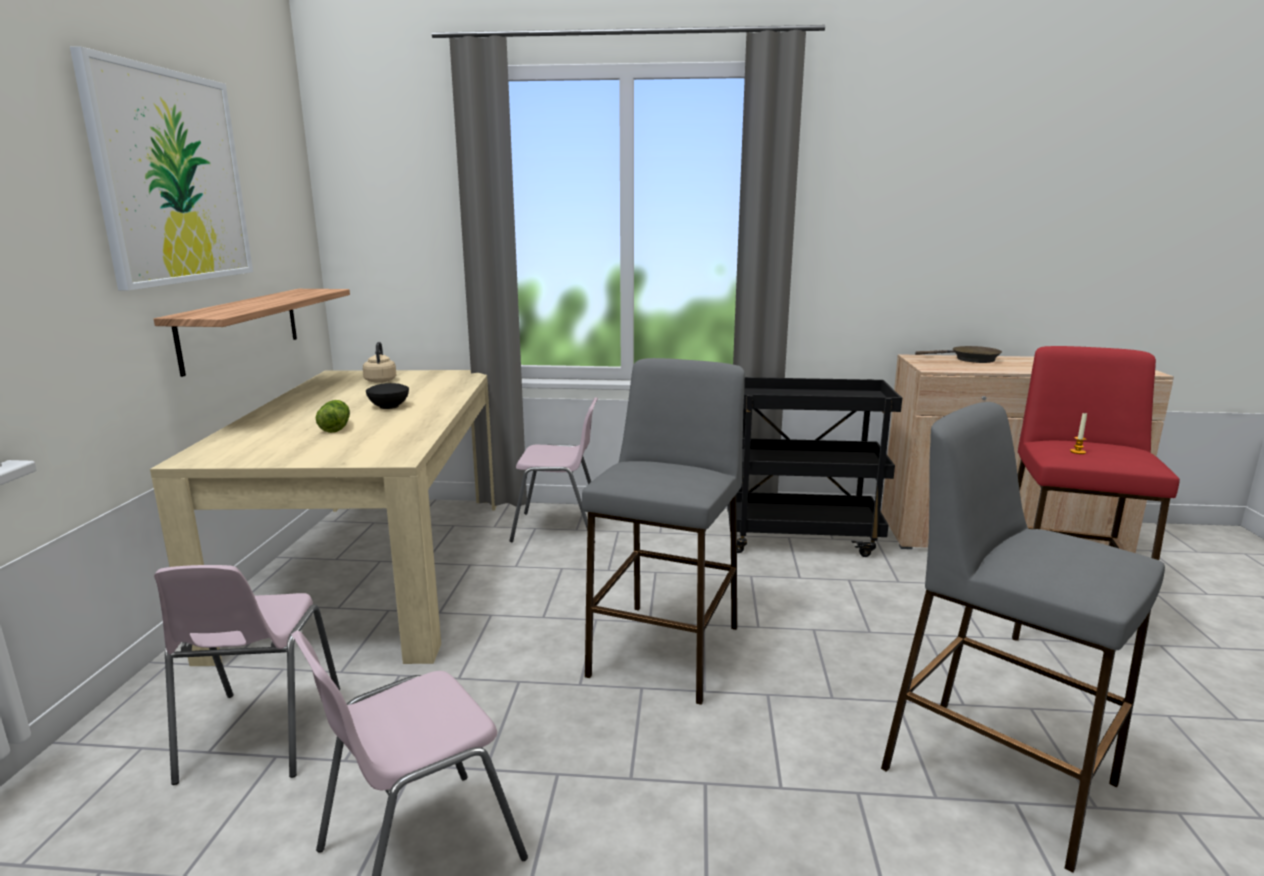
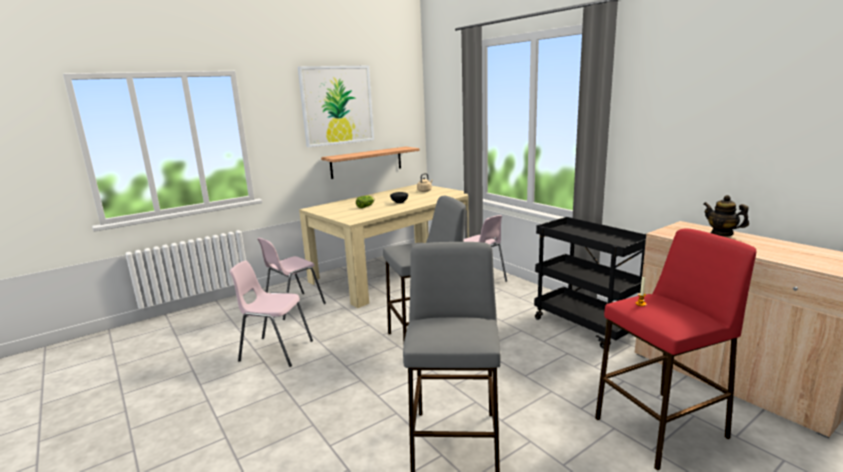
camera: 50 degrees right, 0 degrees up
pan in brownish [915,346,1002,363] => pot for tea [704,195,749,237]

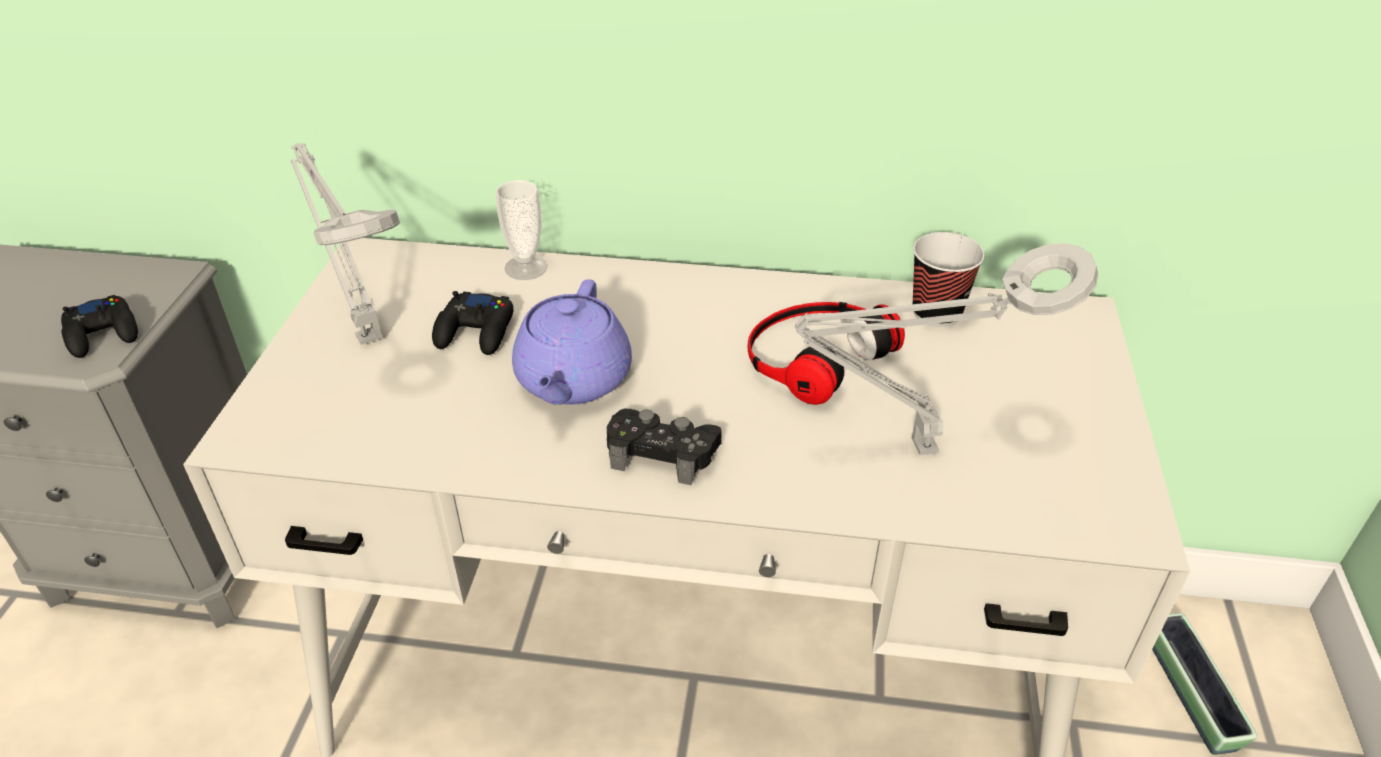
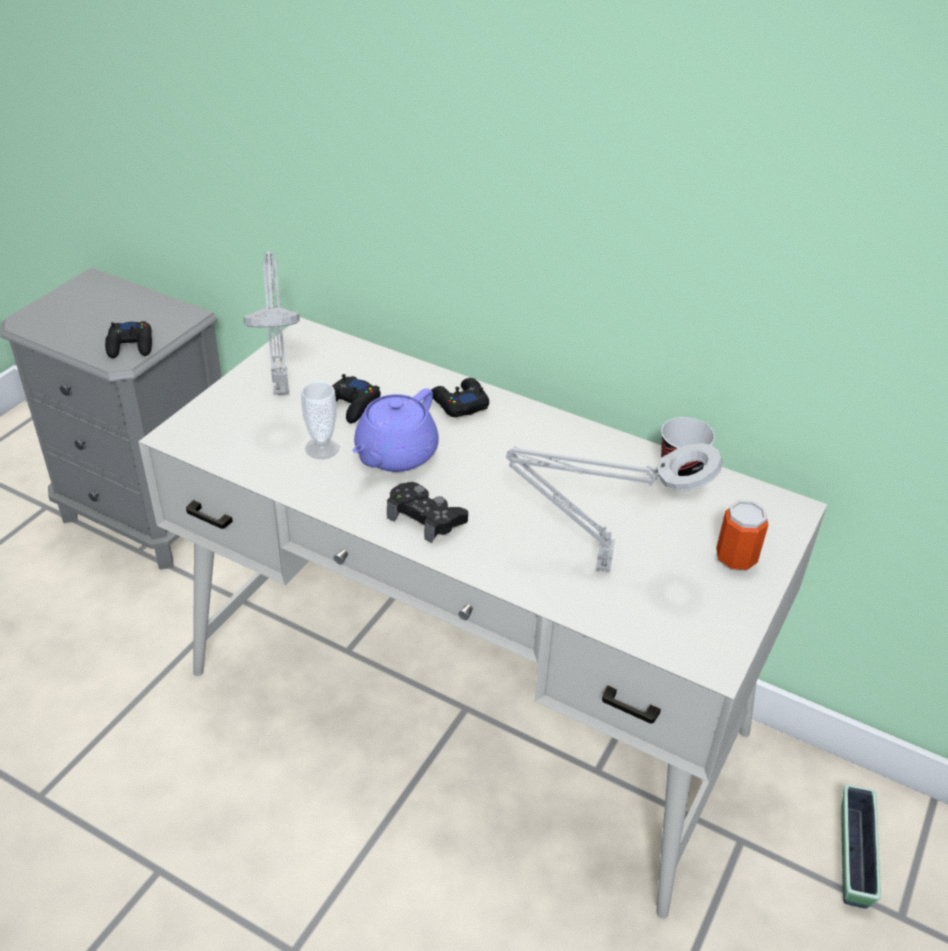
camera: 20 degrees right, 0 degrees up
headset [747,302,905,405] => nothing
nothing => gamepad in black-coloured [431,378,489,417]
nothing => sealed can [716,500,768,571]
small cup [495,180,548,280] => small cup [301,381,340,459], relocated

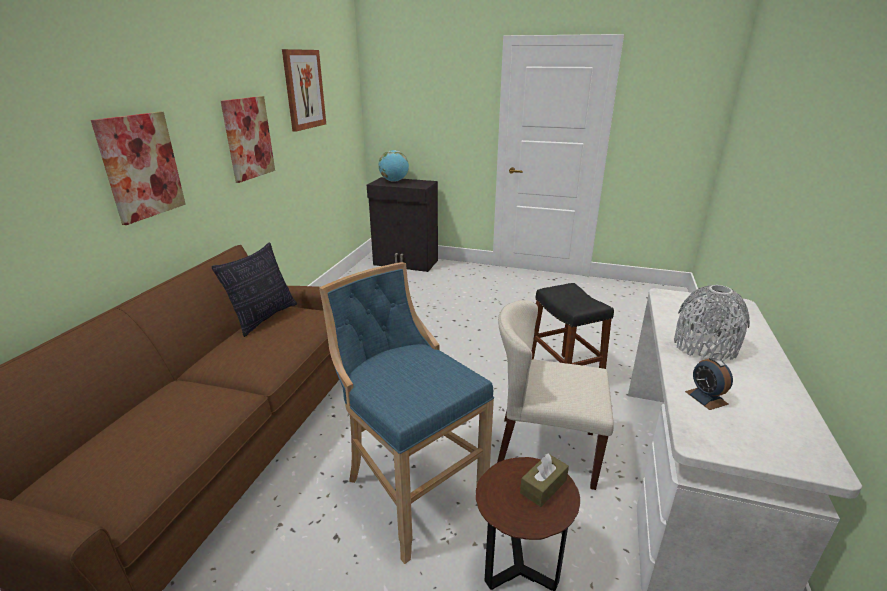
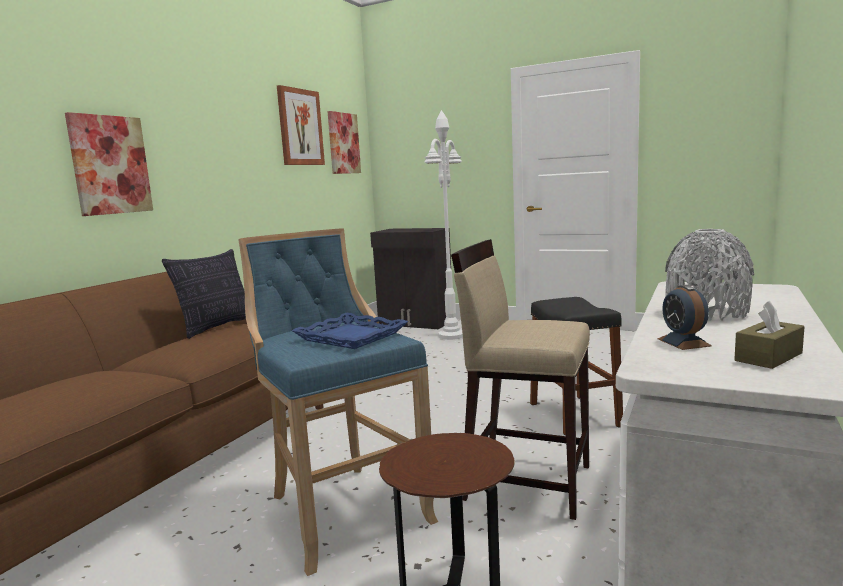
camera: 10 degrees right, 15 degrees down
globe [378,150,409,182] => nothing
nothing => tray in blue [292,313,408,349]
nothing => standing lamp in white-coloured [424,110,463,340]
wall picture [221,96,275,183] => wall picture [327,111,361,174], relocated
tissue box in brownish [520,453,569,507] => tissue box in brownish [734,301,805,369], relocated
plain chair in beige-coloured [497,300,614,490] => stool in beige-coloured [451,239,590,520]

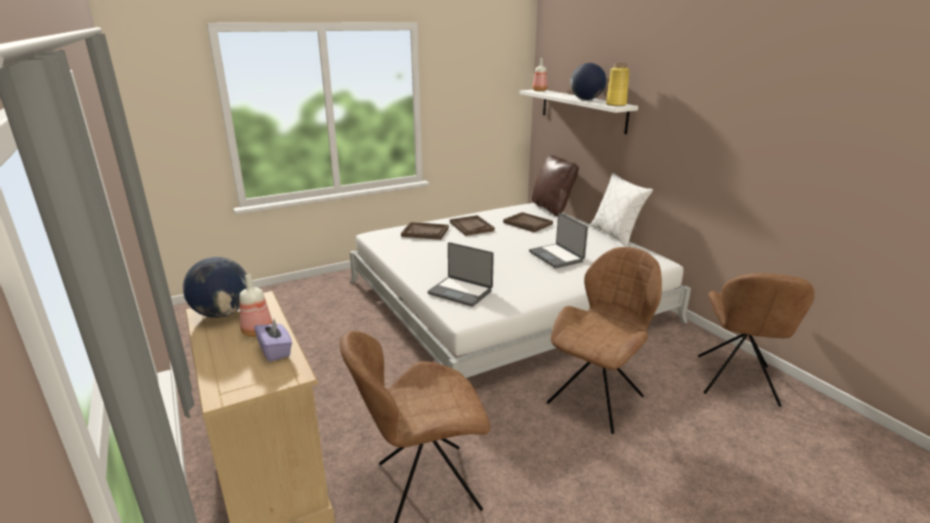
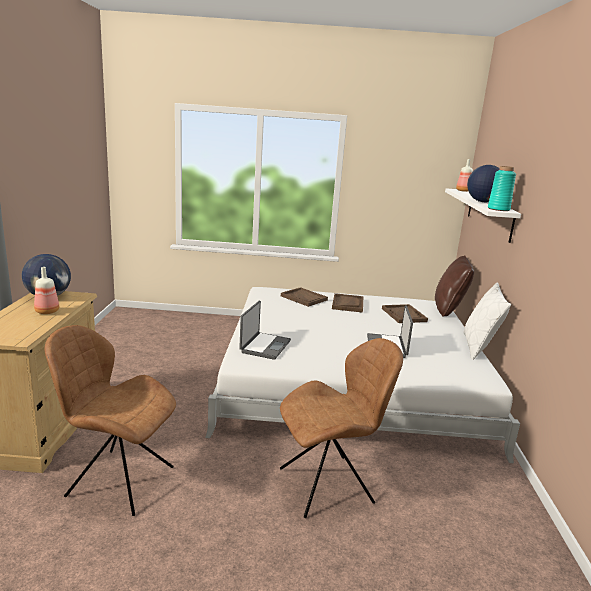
camera: 30 degrees right, 5 degrees down
tissue box in purple-coloured [254,319,292,362] => nothing
plain chair in brownish [698,273,815,407] => nothing
decorative vase in yellow [606,63,630,106] => decorative vase in turquoise [488,166,516,211]
notebook computer [427,242,494,307] => notebook computer [239,301,291,360], 135 degrees counterclockwise

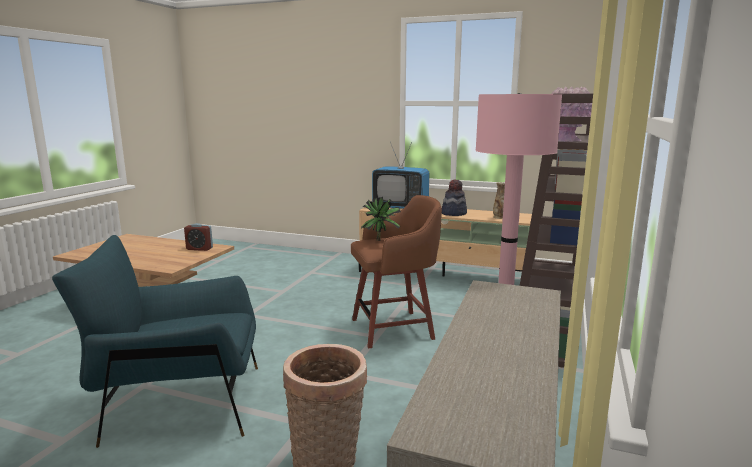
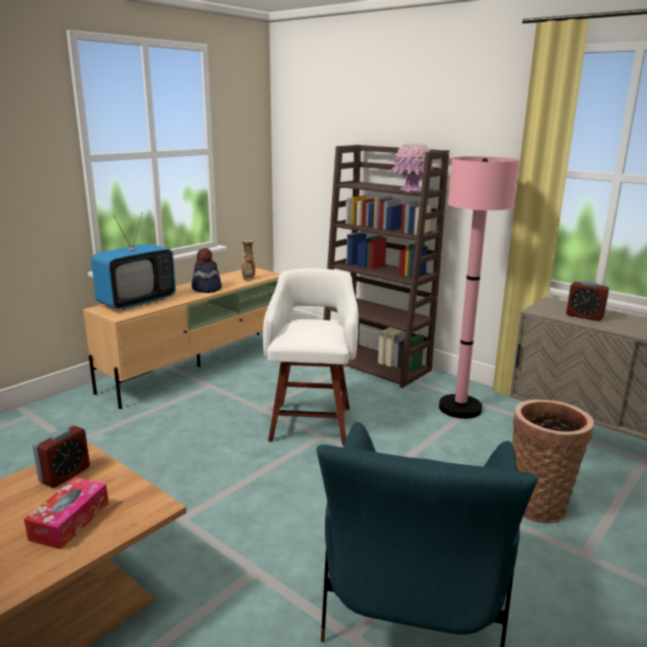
camera: 70 degrees left, 5 degrees up
potted plant [361,197,401,241] => nothing
nothing => tissue box [24,477,109,549]
nothing => alarm clock [566,281,609,321]
stool in brownish [351,195,442,348] => stool in white-coloured [263,268,358,446]

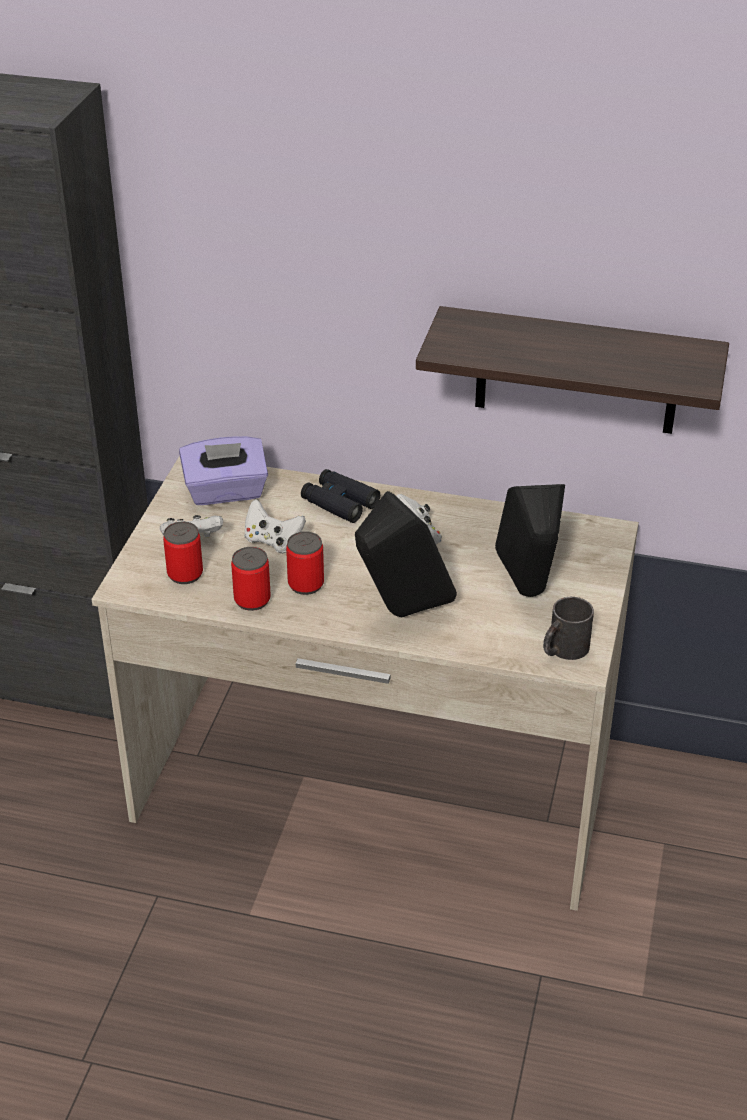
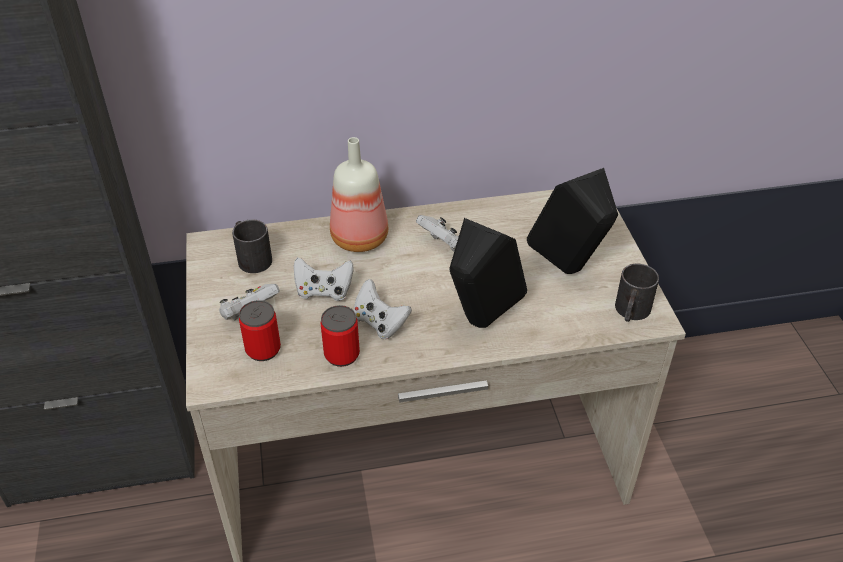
camera: 25 degrees left, 5 degrees up
wall shelf [416,306,729,434] => nothing
tissue box in purple-coloured [179,436,268,505] => coffee mug in black-coloured [232,219,272,273]
sealed can [286,531,324,595] => gamepad in white-coloured [353,279,412,339]
pair of binoculars in black-coloured [301,469,380,523] => drink bottle [330,137,388,252]

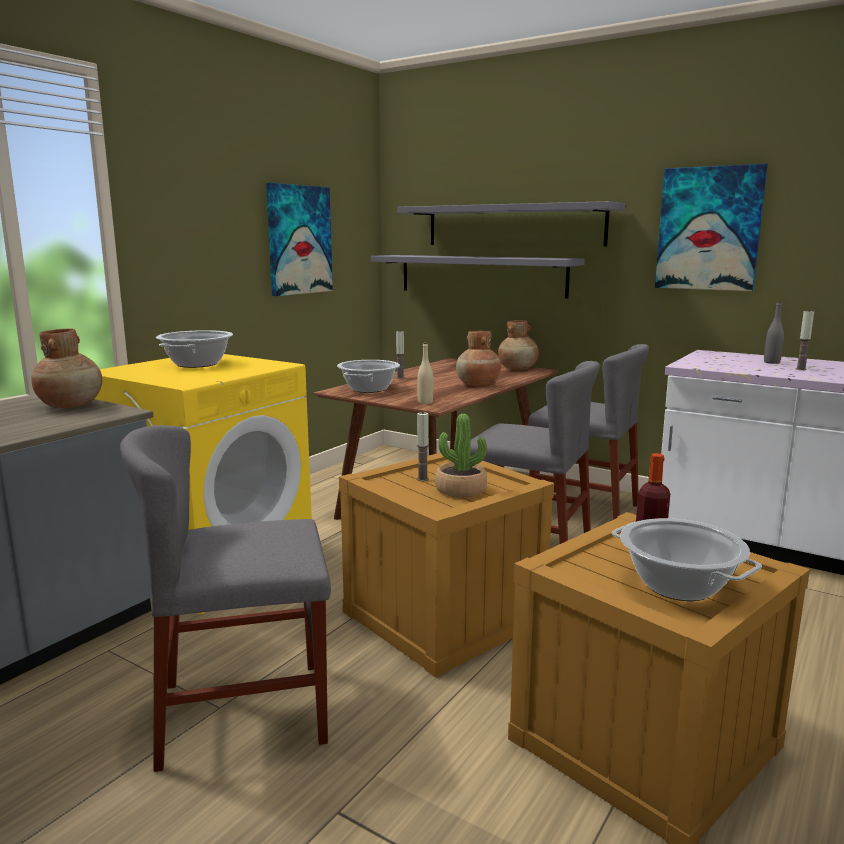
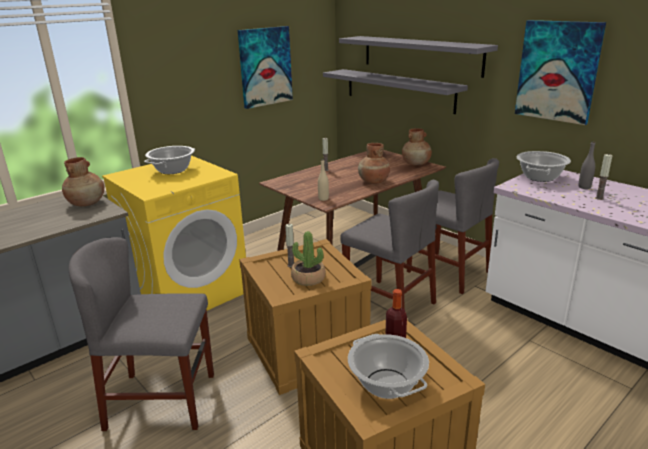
camera: 15 degrees right, 10 degrees up
cooking pot [337,360,400,393] => cooking pot [516,151,571,182], relocated

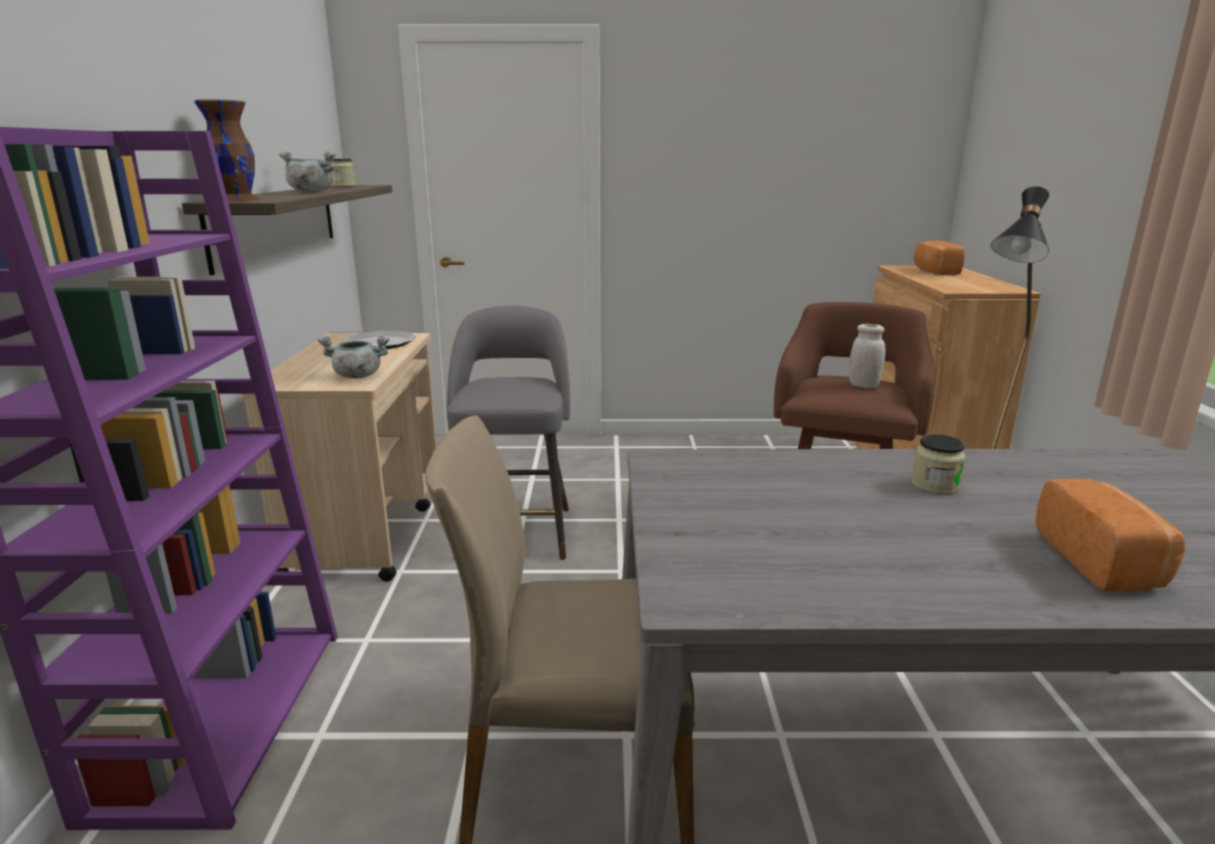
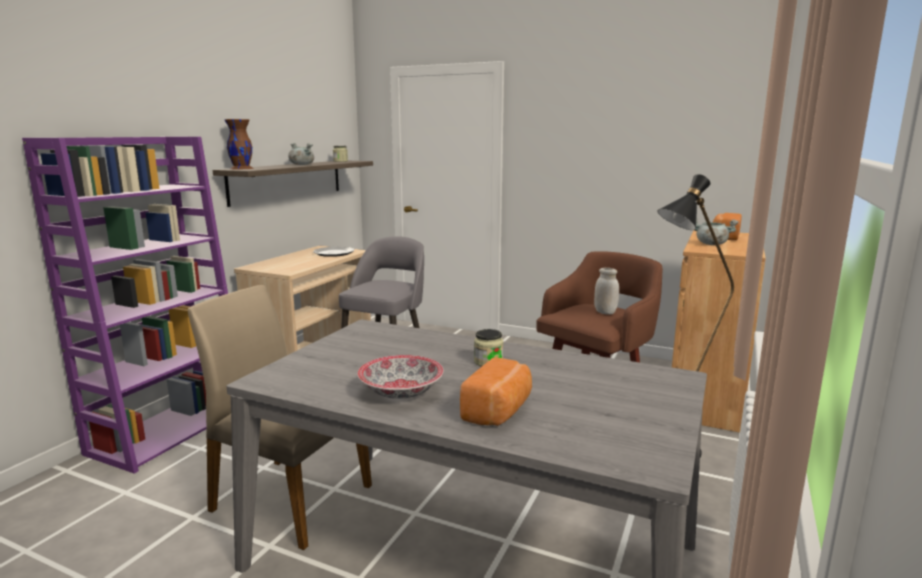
camera: 25 degrees right, 5 degrees down
nothing => bowl [357,355,444,399]
cooking pot in gray [318,336,389,378] => cooking pot in gray [695,218,739,245], relocated

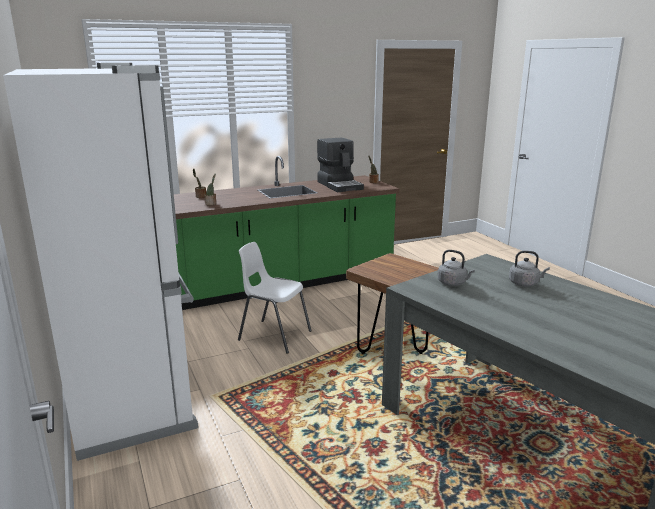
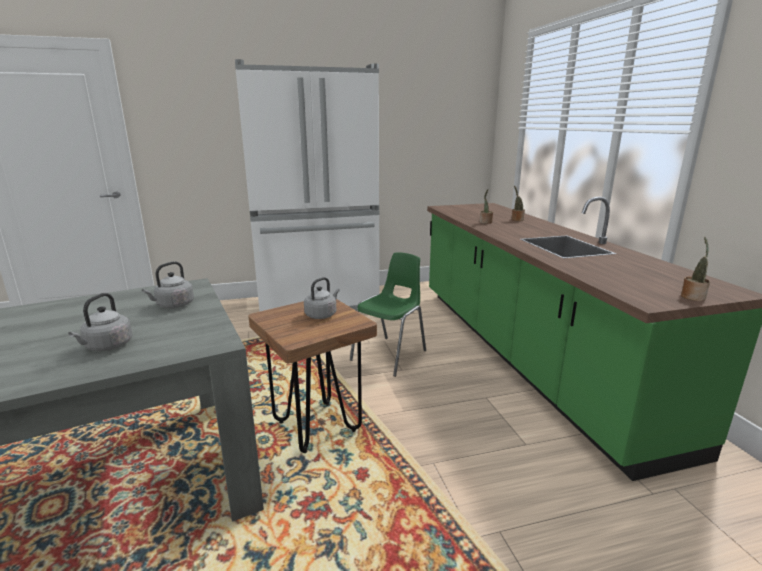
camera: 100 degrees right, 0 degrees up
coffee brewer [317,137,364,192] => nothing
nothing => kettle in gray [304,277,340,319]
plain chair in white-coloured [238,242,312,354] => plain chair in greenish [350,253,426,377]

